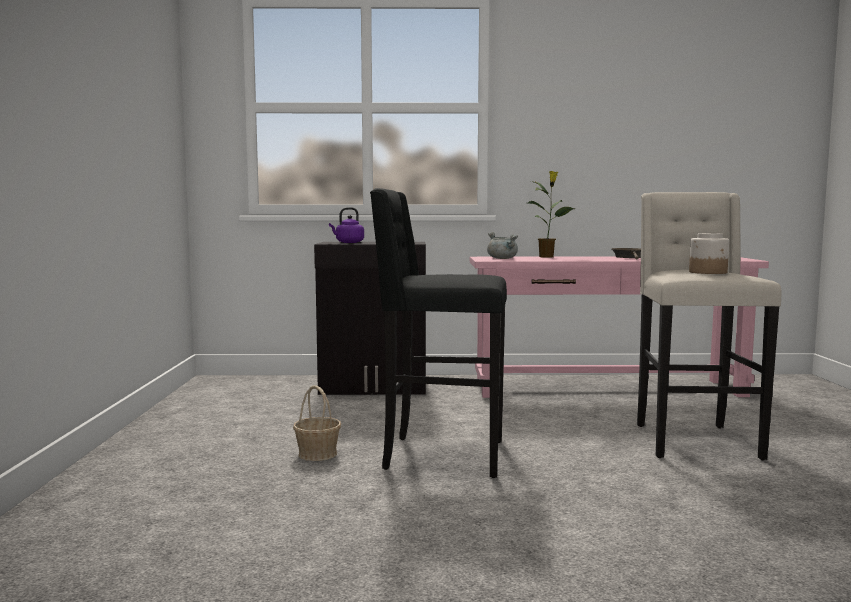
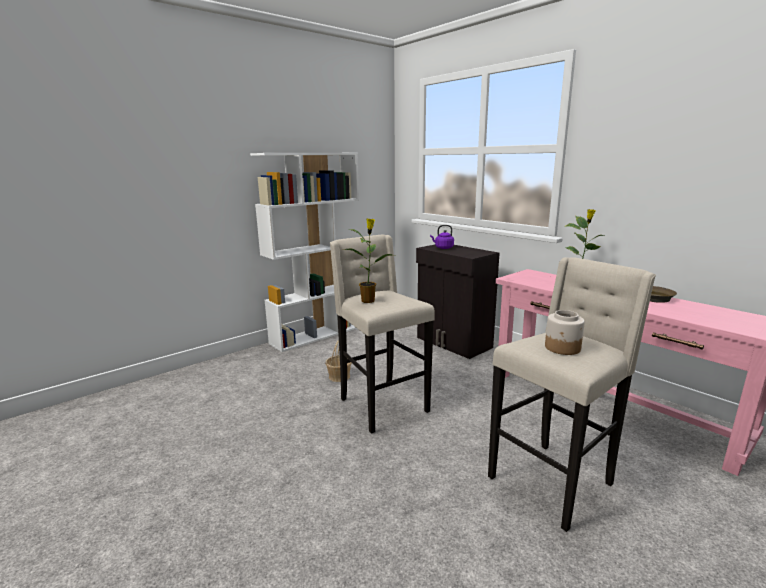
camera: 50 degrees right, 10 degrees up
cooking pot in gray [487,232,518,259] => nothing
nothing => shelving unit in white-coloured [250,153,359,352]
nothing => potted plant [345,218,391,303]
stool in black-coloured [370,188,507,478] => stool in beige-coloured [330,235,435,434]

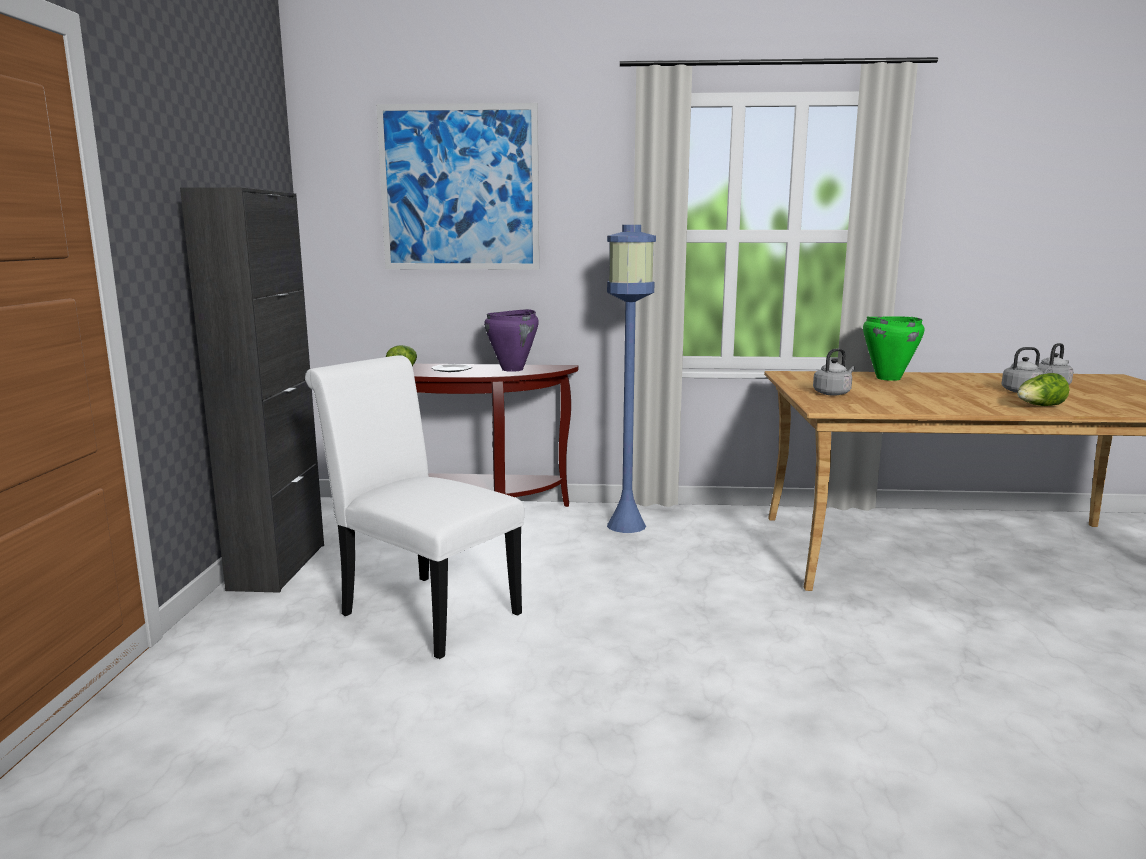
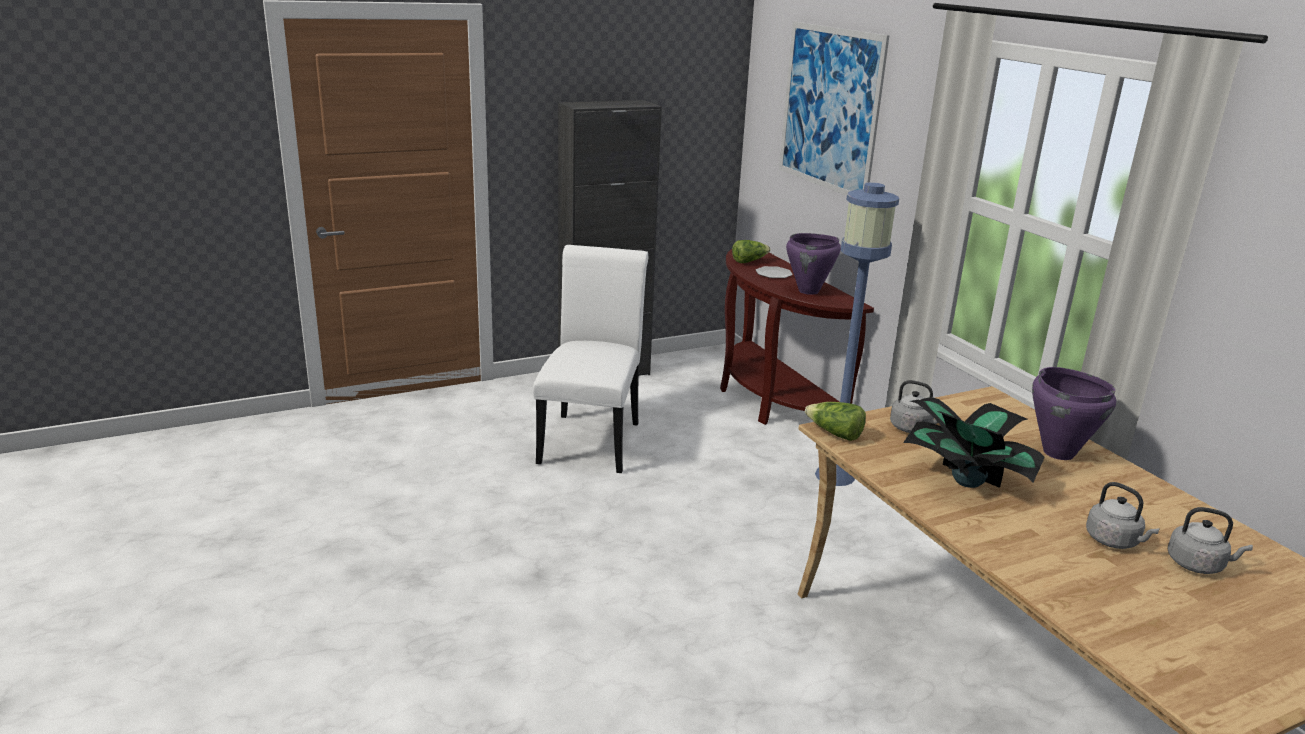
camera: 60 degrees right, 10 degrees up
nothing => potted plant [903,397,1045,488]
head of lettuce [1017,373,1069,406] => head of lettuce [805,402,866,441], relocated
cooking pot in greenish [863,316,924,381] => cooking pot in purple-coloured [1032,367,1116,460]

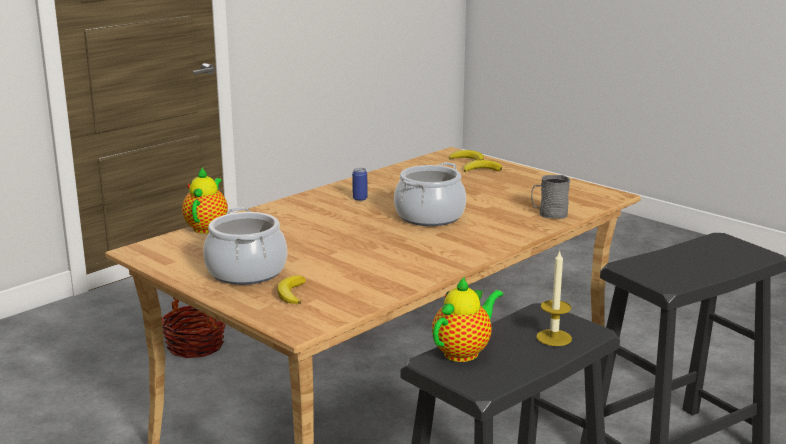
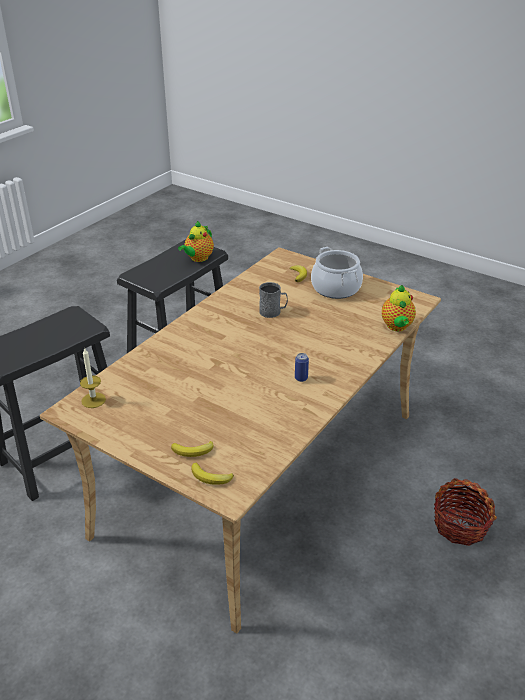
camera: 170 degrees right, 15 degrees up
cooking pot [394,162,466,226] => nothing
coffee mug in gray [531,175,570,219] => coffee mug in gray [259,282,288,318], relocated
candle [536,250,572,346] => candle [80,347,106,408], relocated

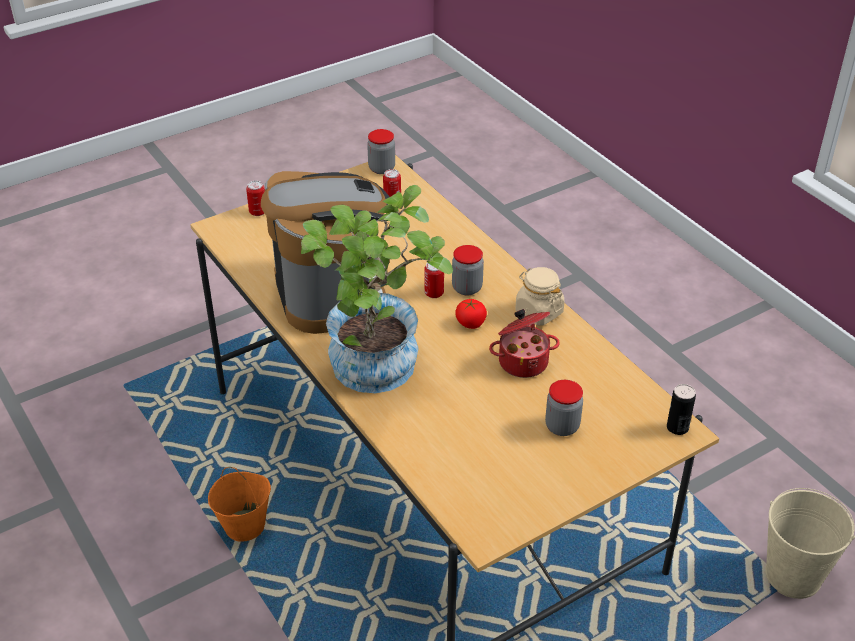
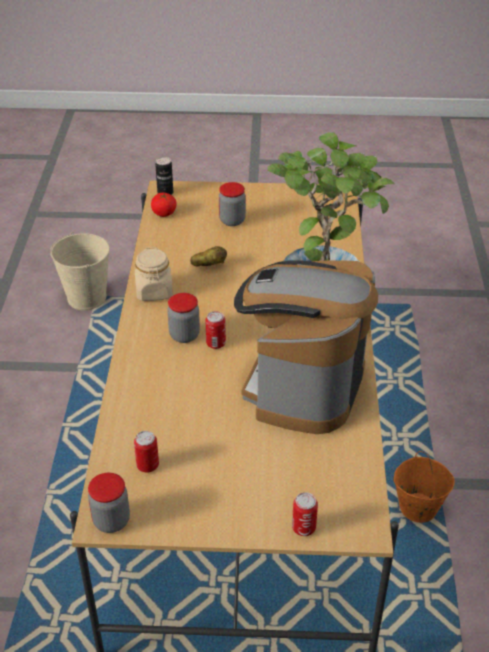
camera: 145 degrees left, 0 degrees up
whole tomato [455,299,487,329] => whole tomato [151,193,177,217], relocated
cooking pot [489,309,560,378] => spud [191,246,227,266]

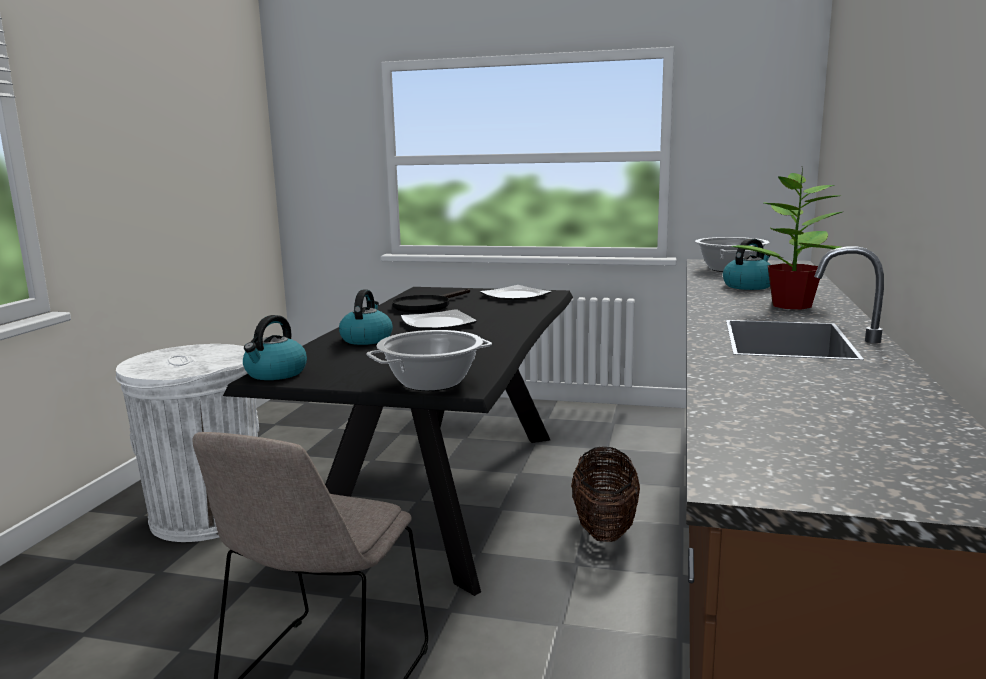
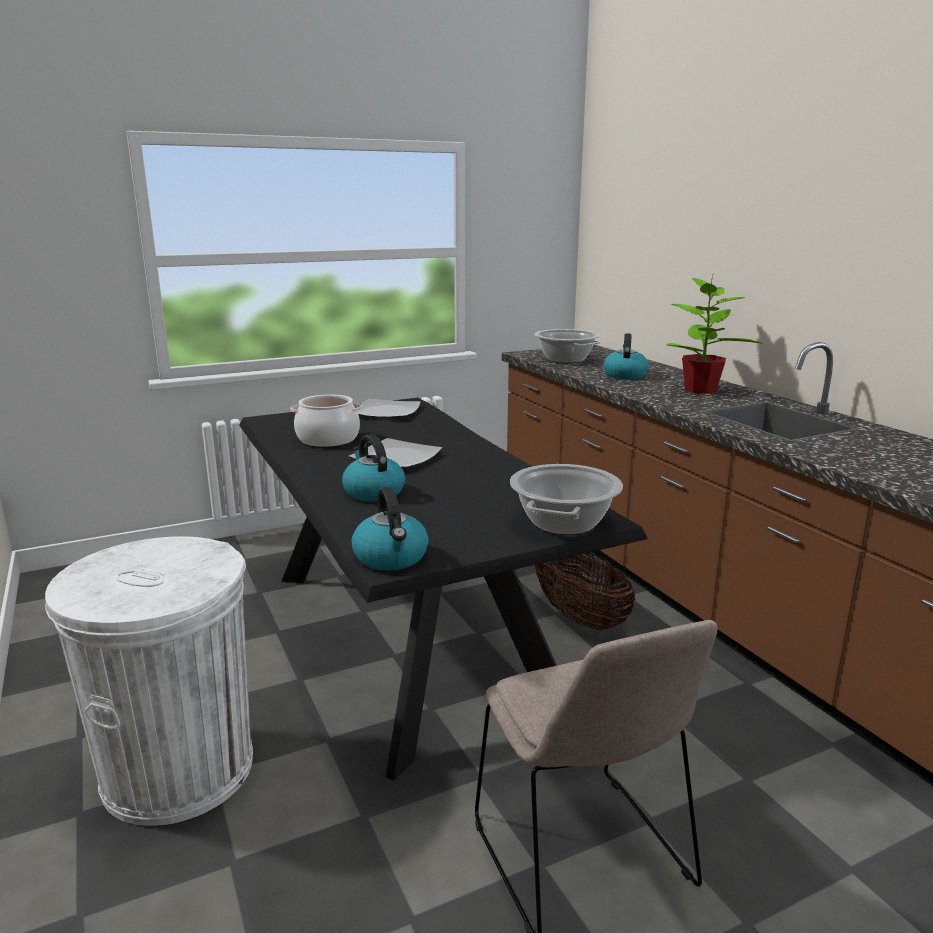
camera: 40 degrees left, 5 degrees up
pan in black-coloured [393,288,470,313] => cooking pot [290,395,362,447]

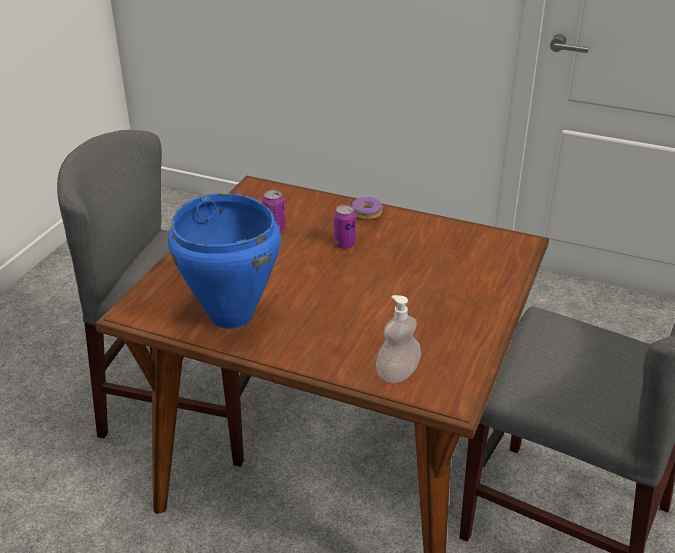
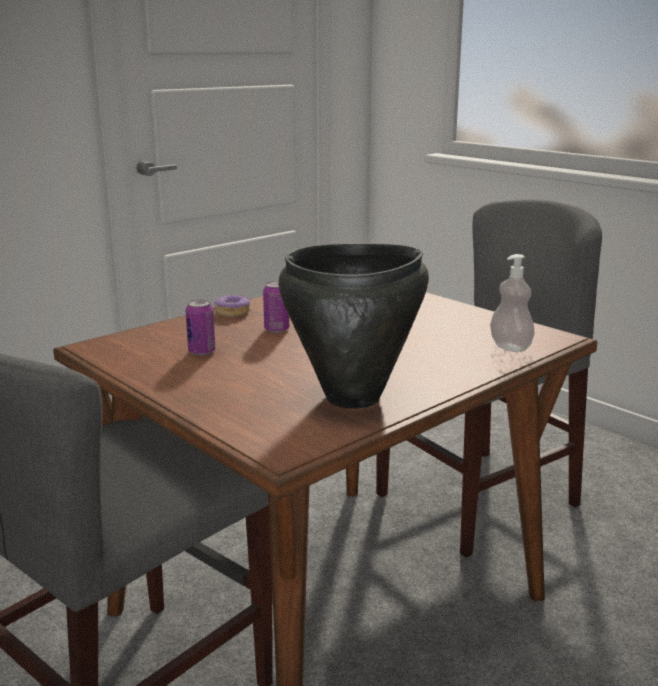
camera: 65 degrees left, 15 degrees down
cooking pot in blue [168,193,281,329] => cooking pot in black-coloured [279,243,429,409]

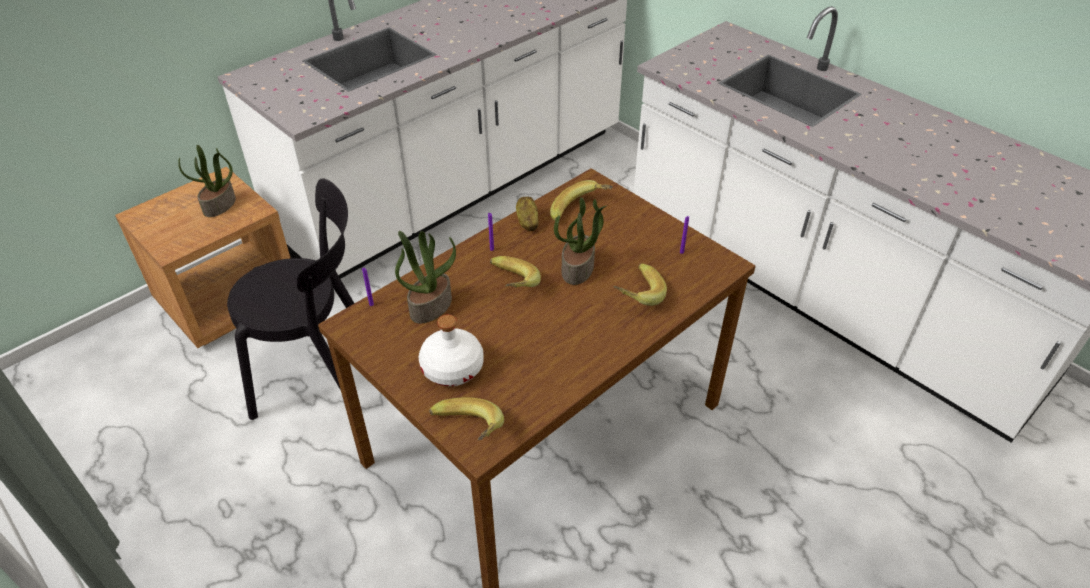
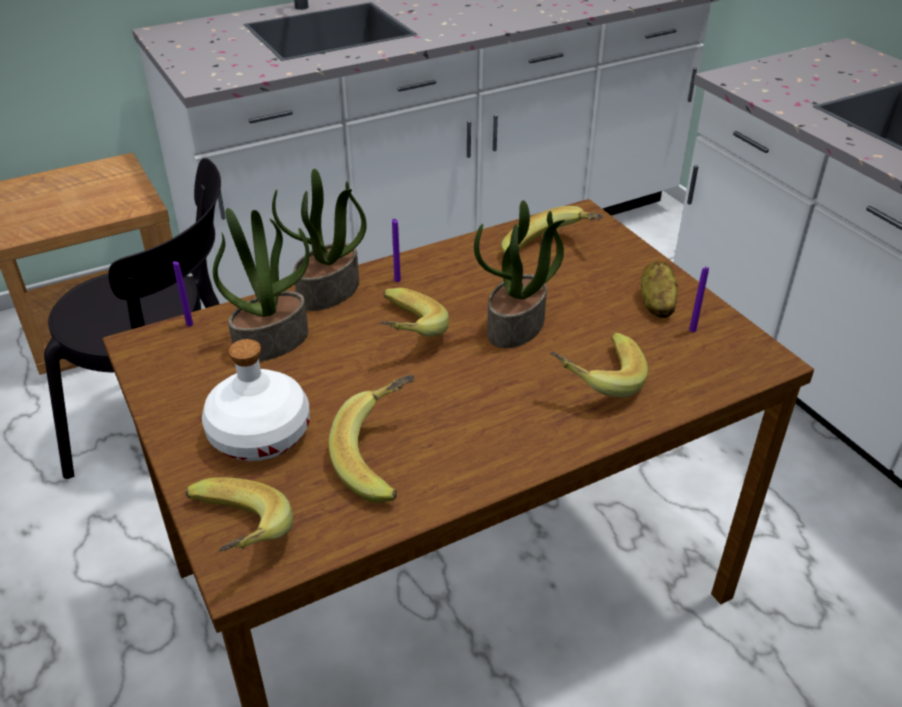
camera: 15 degrees right, 5 degrees down
nothing => banana [329,374,415,503]
potted plant [178,145,236,217] => potted plant [272,169,367,311], relocated
spud [516,197,539,231] => spud [641,262,678,318], relocated

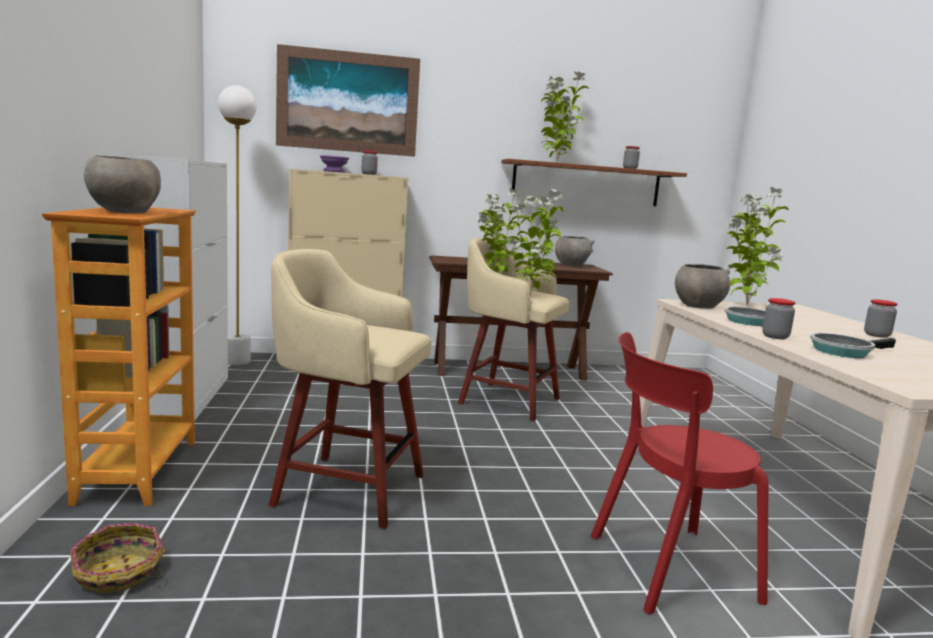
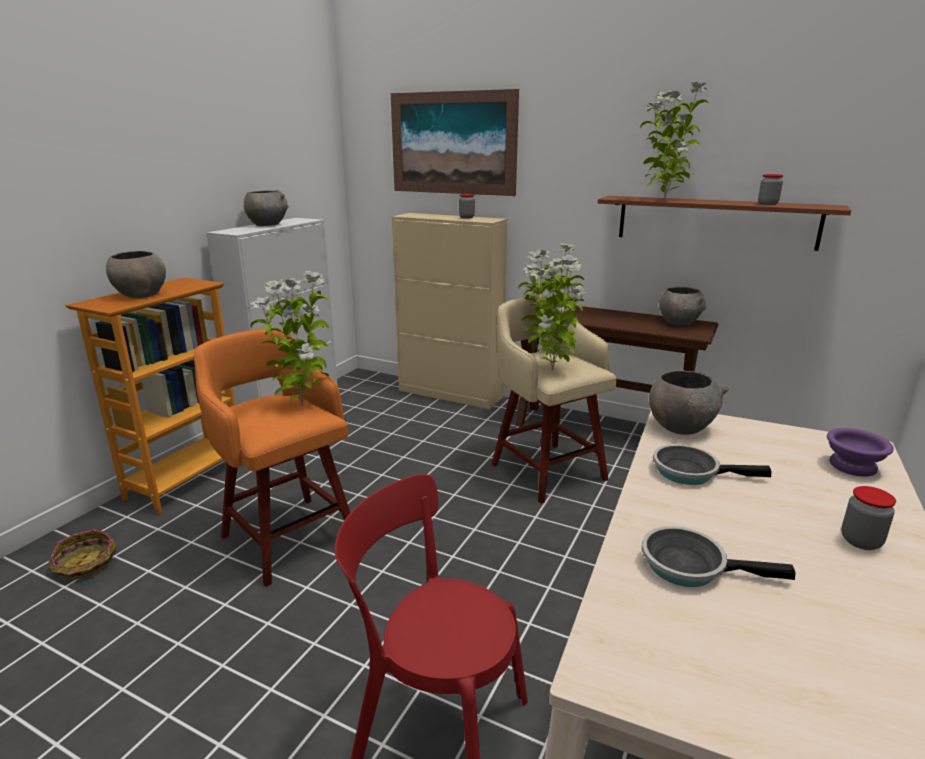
camera: 35 degrees right, 10 degrees up
standing lamp in white-coloured [218,85,257,365] => nothing
jar [762,298,795,339] => nothing
nothing => bowl in gray [244,190,289,226]
bowl in purple-coloured [320,155,349,173] => bowl in purple-coloured [827,428,894,477], relocated
potted plant [726,187,789,305] => potted plant [250,271,329,406], relocated
stool in beige-coloured [269,249,432,529] => stool in orange [194,329,350,587]

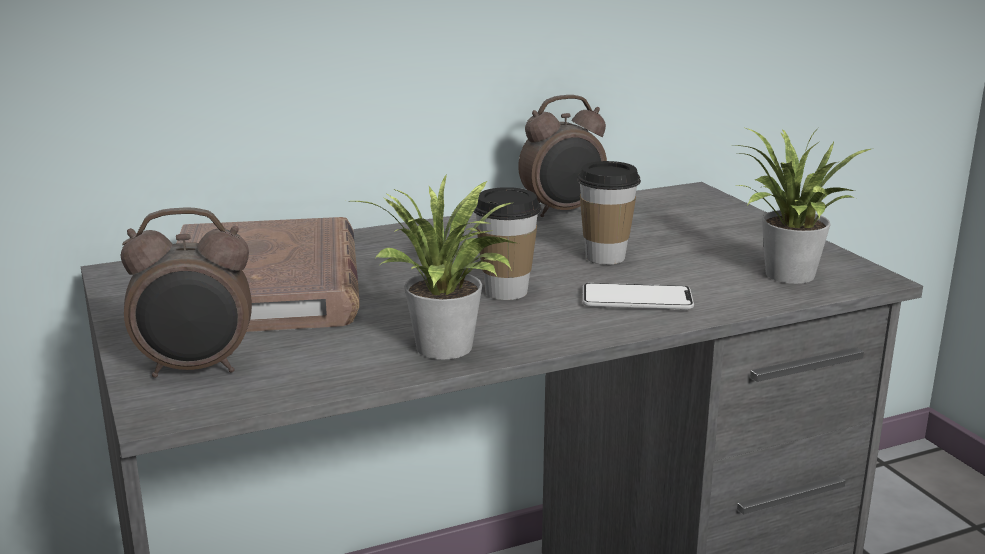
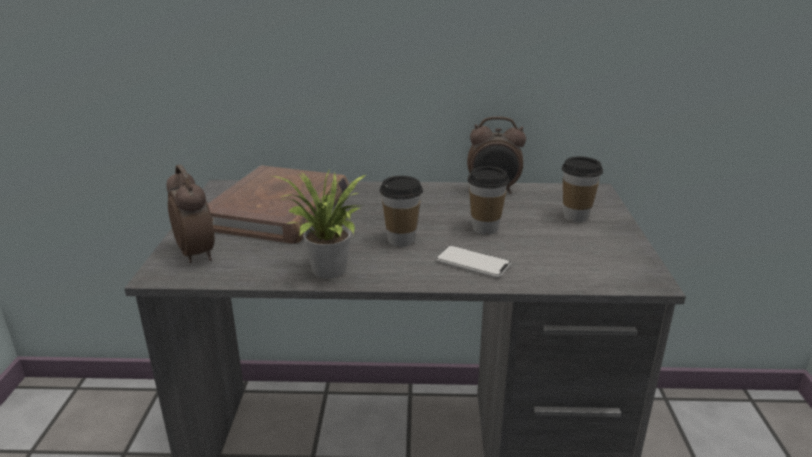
camera: 25 degrees right, 5 degrees up
potted plant [734,127,871,284] => nothing
nothing => small cup [562,157,603,222]
alarm clock [121,208,252,378] => alarm clock [166,165,215,263], 135 degrees counterclockwise

